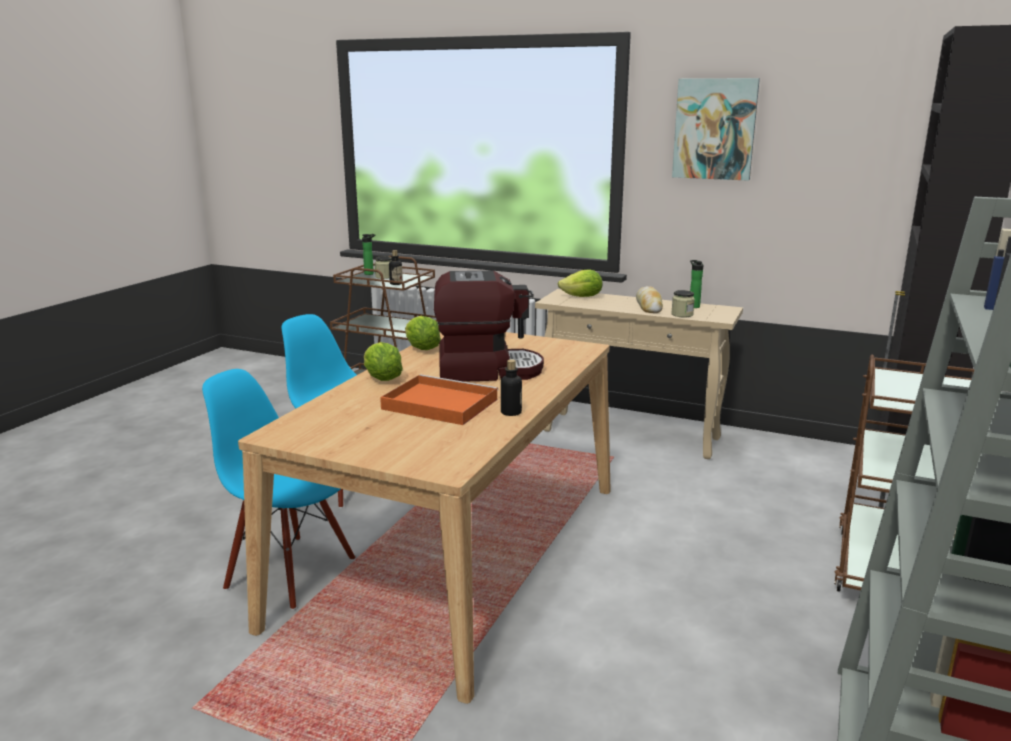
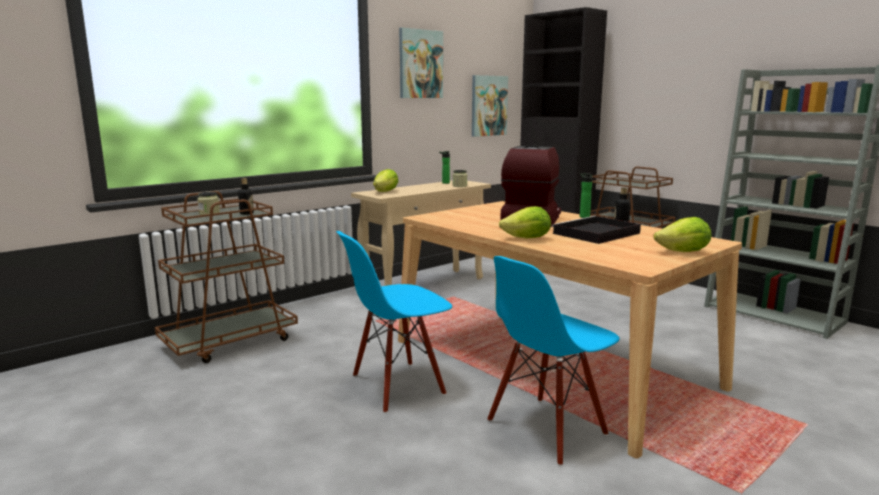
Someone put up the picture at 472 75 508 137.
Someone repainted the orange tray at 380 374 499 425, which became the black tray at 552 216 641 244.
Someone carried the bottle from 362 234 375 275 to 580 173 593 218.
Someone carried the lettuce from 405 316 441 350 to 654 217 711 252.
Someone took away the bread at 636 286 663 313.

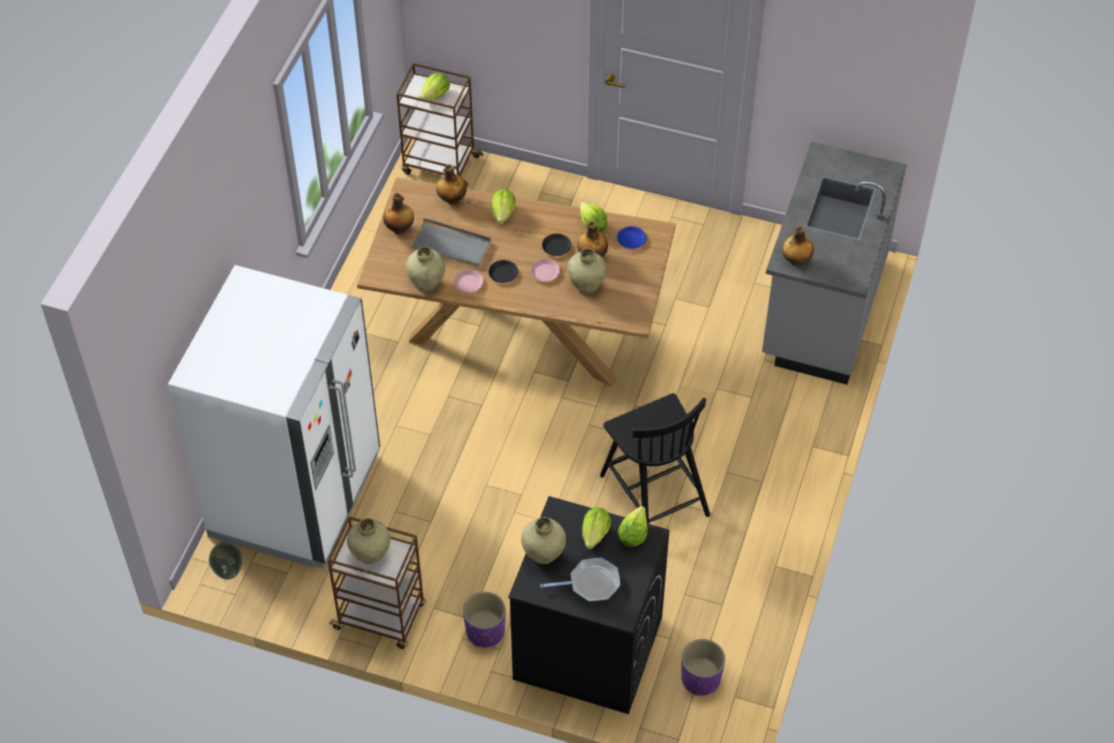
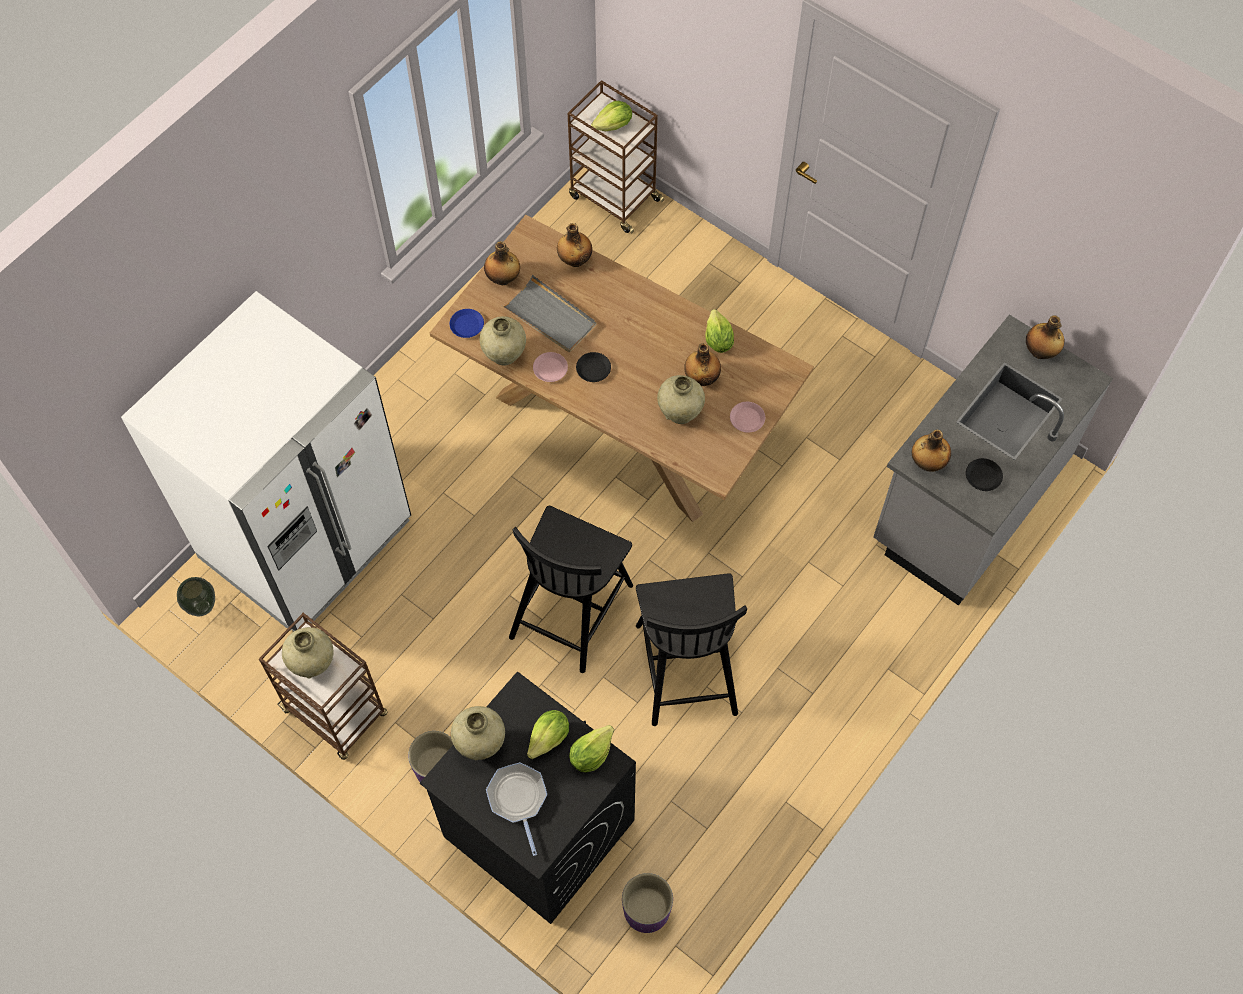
Someone carried the blue plate from 617 226 646 249 to 449 309 484 338.
Someone rotated the frying pan at 540 558 620 601 by 120 degrees counterclockwise.
Someone put down the black chair at 509 506 633 673.
Someone carried the pink plate from 530 259 560 282 to 730 402 765 433.
Someone carried the black plate from 542 234 571 256 to 966 458 1003 491.
Someone put down the bottle at 1026 315 1064 359.
Someone took away the lettuce at 491 189 516 224.

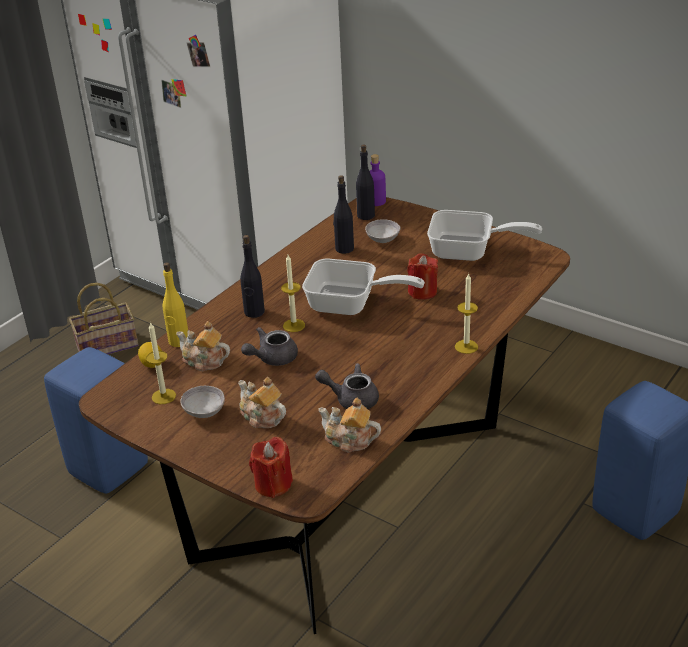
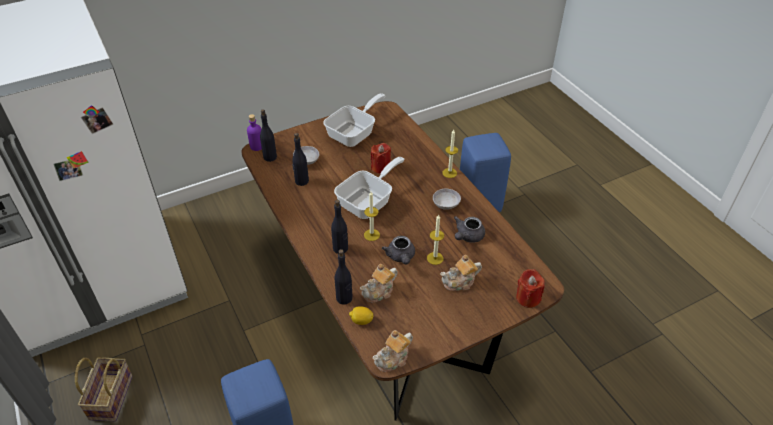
Someone repainted the yellow bottle at 162 262 188 347, which became the black bottle at 334 249 353 305.
Someone carried the teapot from 318 397 381 453 to 373 330 413 372.
Someone carried the candle from 146 322 176 404 to 427 214 444 265.
Someone carried the grey bowl from 180 386 225 418 to 433 188 461 210.

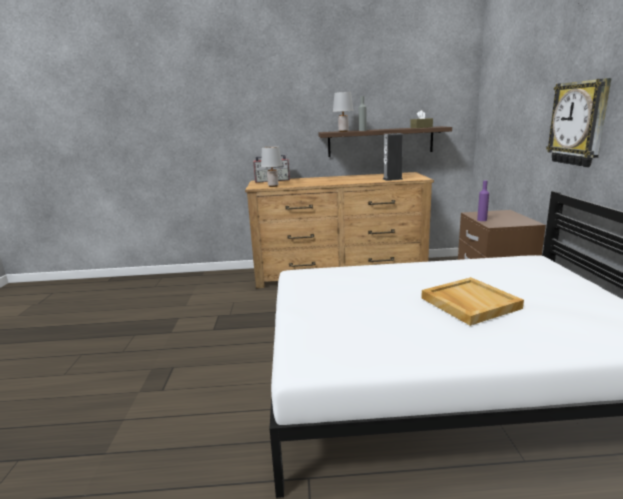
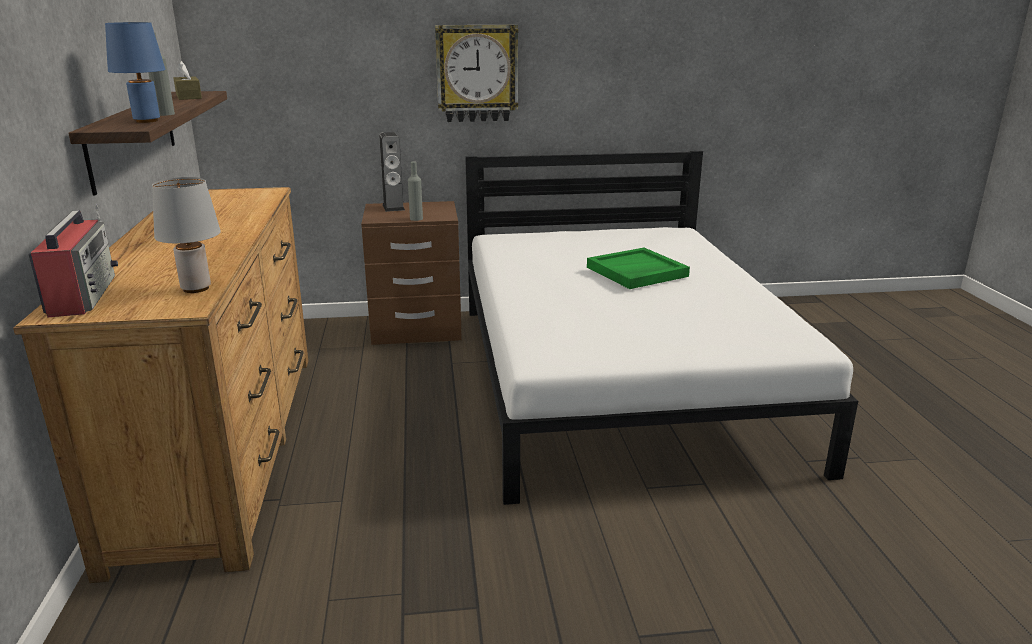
Someone repainted the grey table lamp at 333 92 354 132, which became the blue table lamp at 105 22 165 123.
Someone carried the speaker from 383 133 403 181 to 379 132 405 212.
Someone repainted the purple bottle at 477 180 489 221, which became the grey bottle at 408 161 423 221.
Someone repainted the beige tray at 421 277 524 326, which became the green tray at 587 248 690 289.

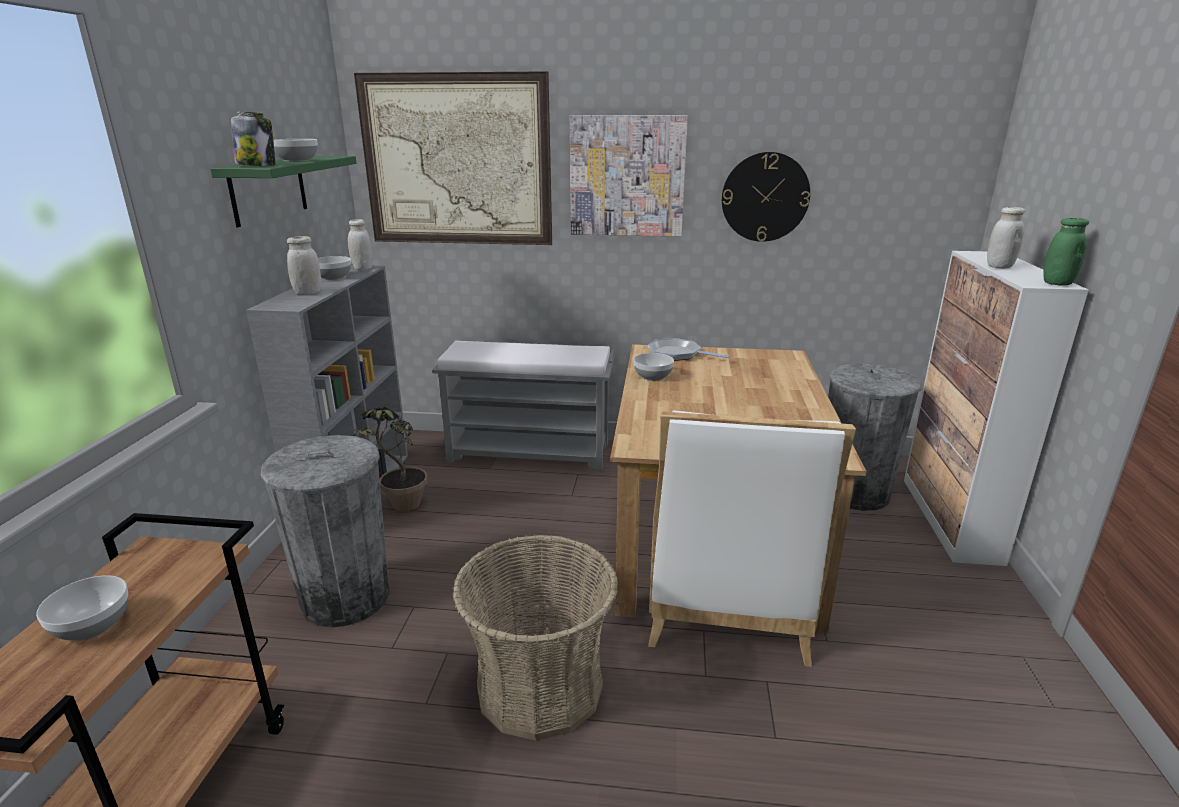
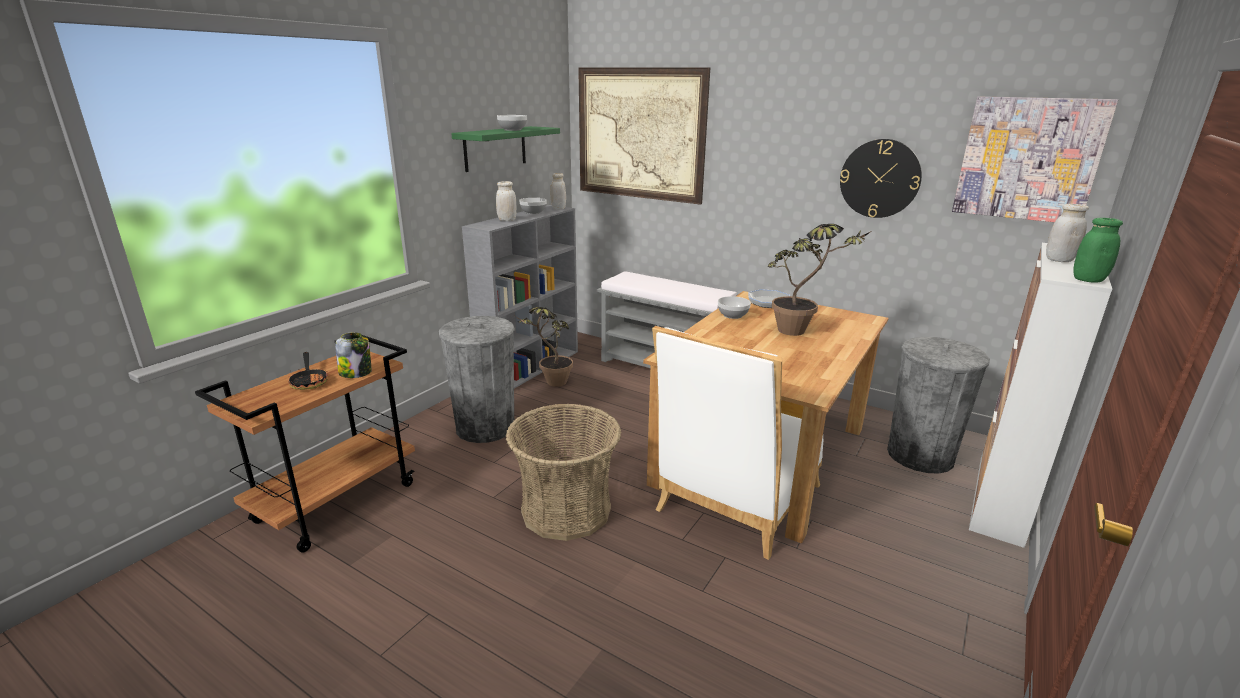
Someone swapped the bowl at 36 575 128 641 for the frying pan at 288 352 328 390.
Someone carried the jar from 231 112 275 166 to 335 332 372 378.
Someone put down the potted plant at 767 224 872 336.
Someone carried the picture from 570 115 688 237 to 952 96 1118 222.

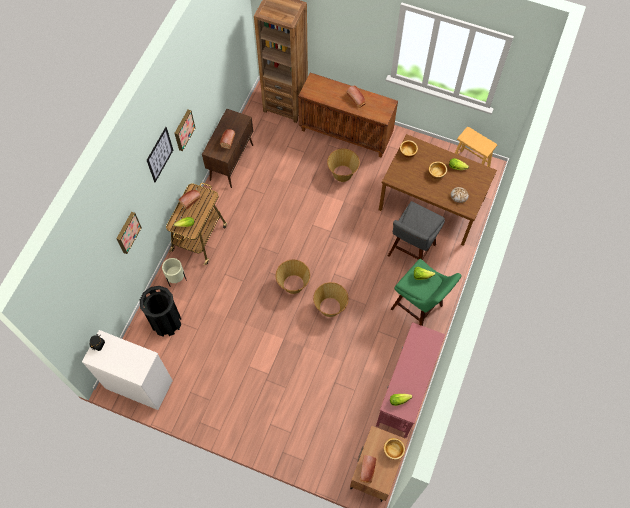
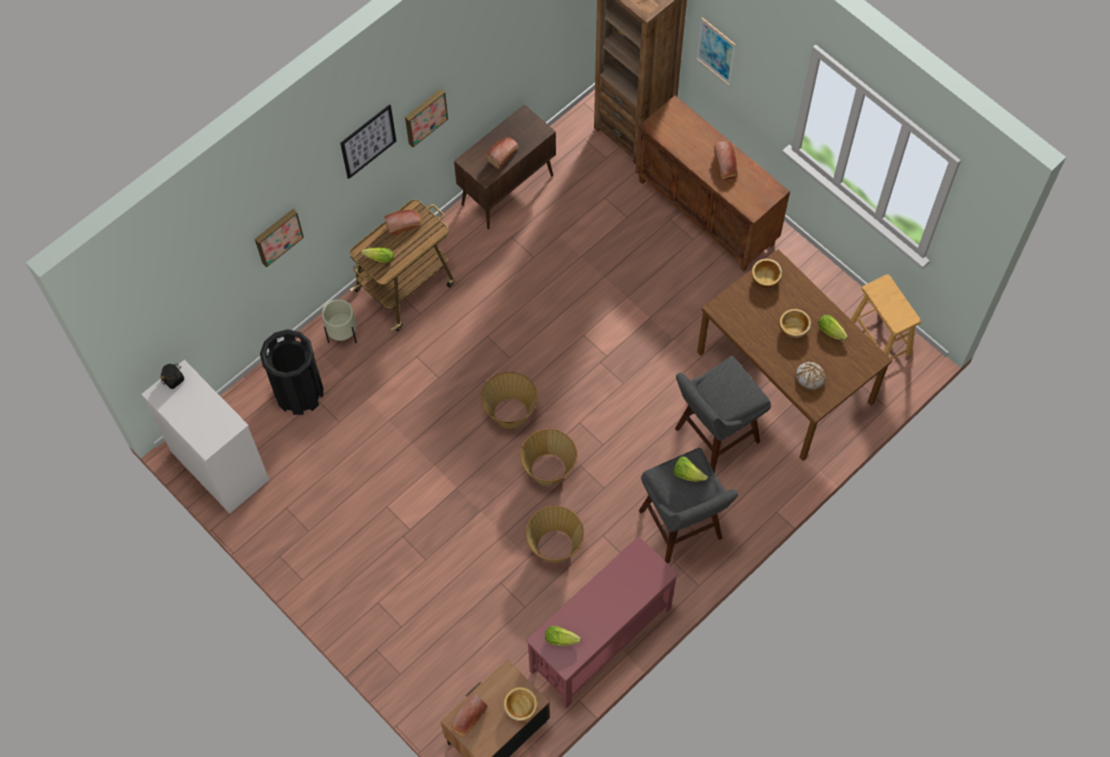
Someone carried the basket from 327 148 360 182 to 525 506 584 563.
Someone repainted the green stool at 391 259 462 326, which became the grey stool at 639 448 738 563.
Someone put up the picture at 697 17 736 86.

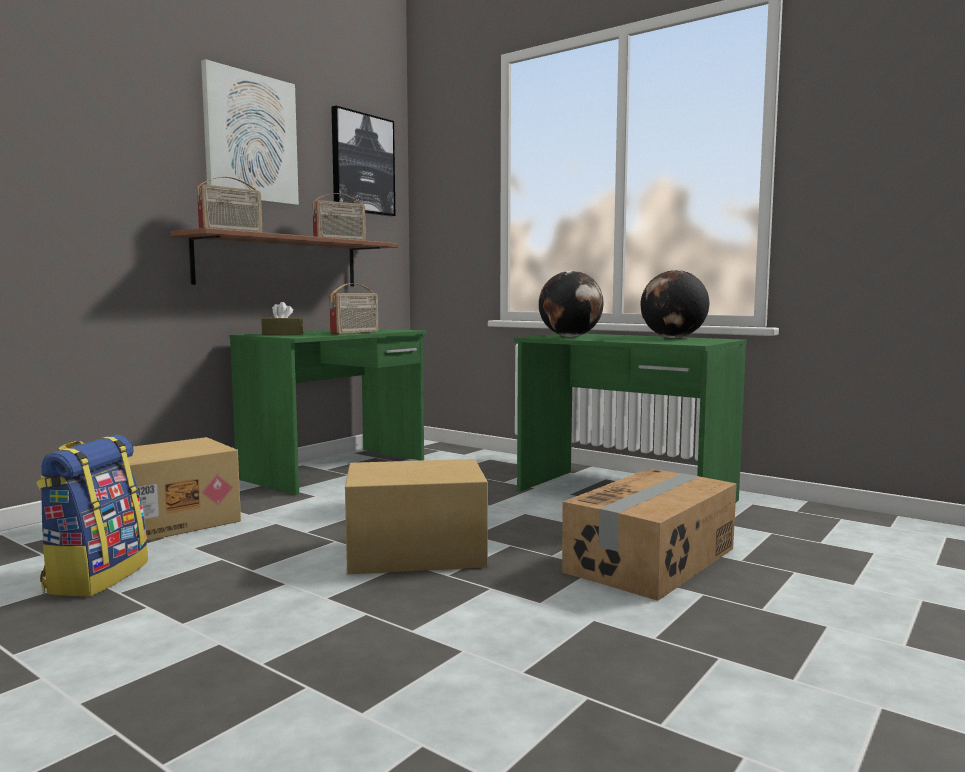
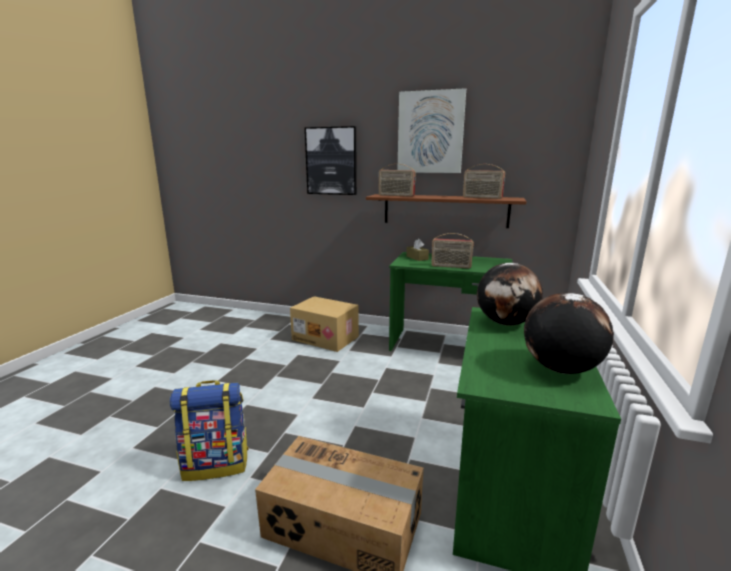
Someone carried the backpack from 36 435 148 597 to 170 380 249 481.
Someone carried the picture from 331 106 395 216 to 305 126 357 195.
Someone took away the cardboard box at 345 459 488 574.

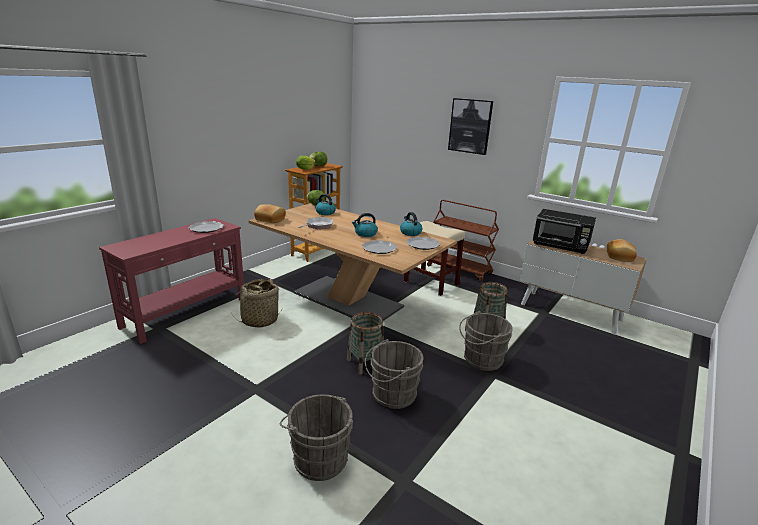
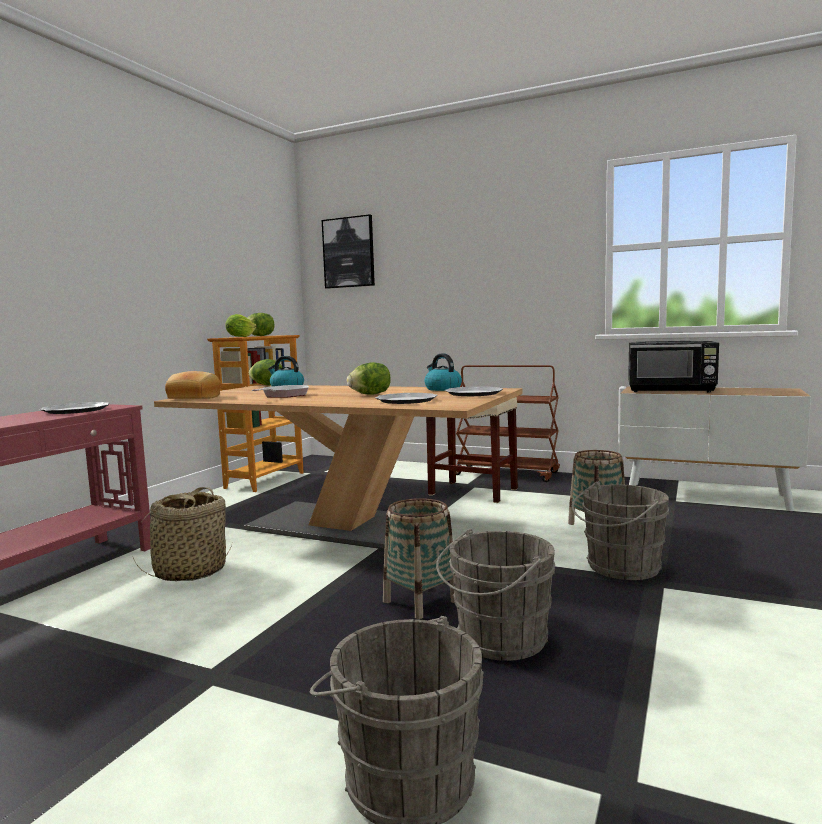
Someone carried the picture from 448 98 493 155 to 322 214 375 289.
Someone swapped the kettle at 352 213 378 237 for the lettuce at 347 362 391 395.
Someone took away the bread at 606 239 637 262.

